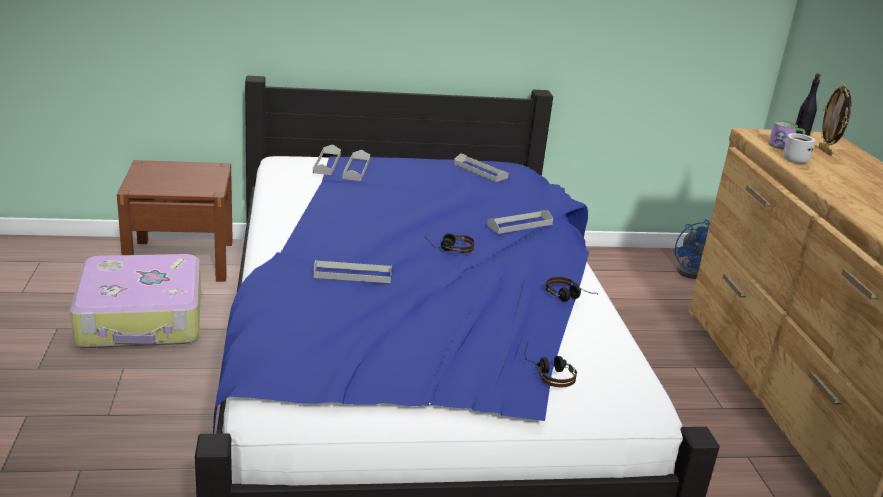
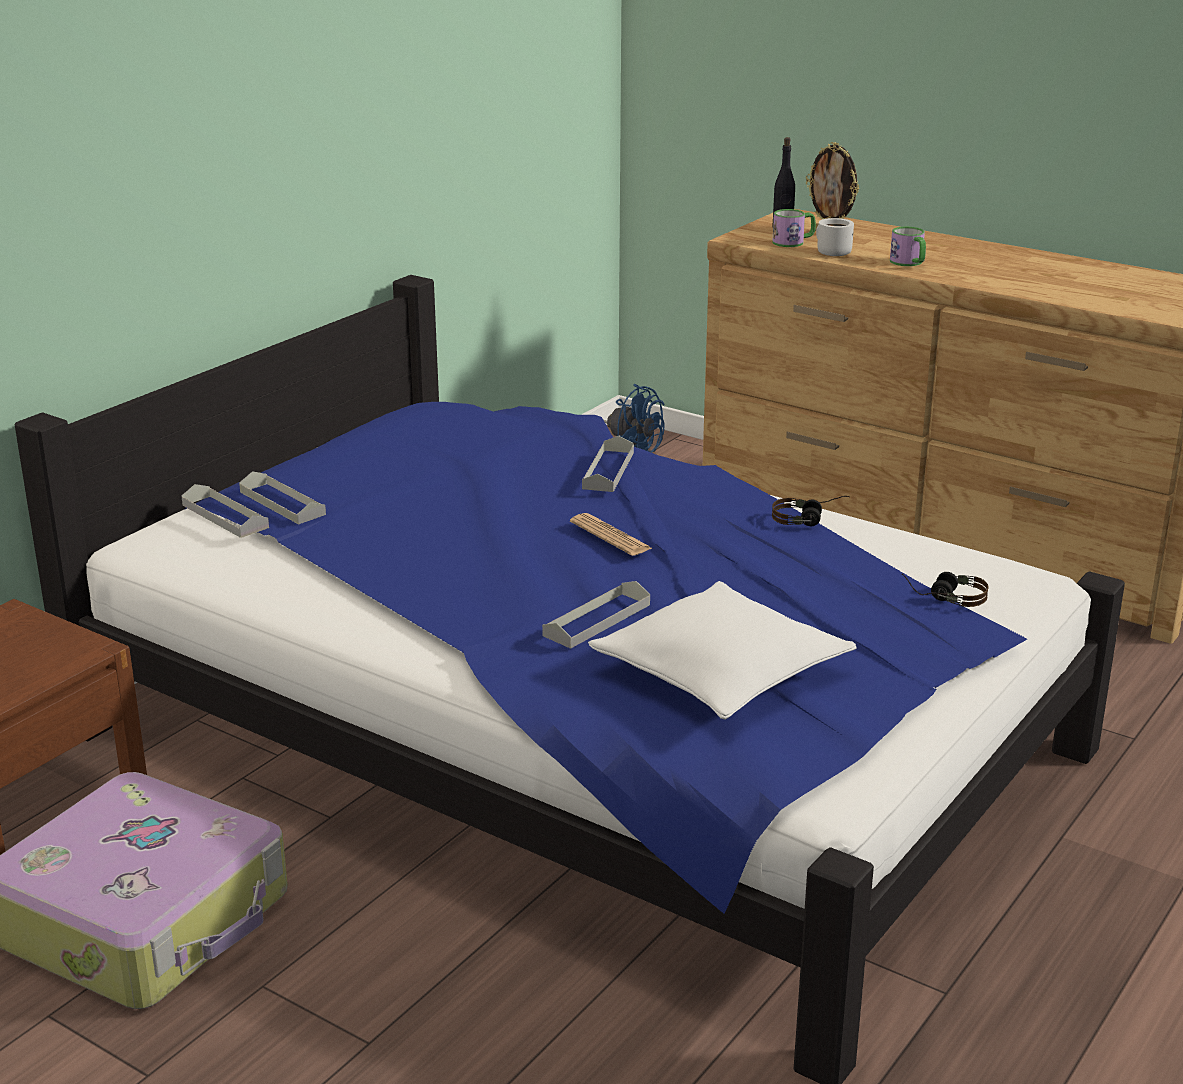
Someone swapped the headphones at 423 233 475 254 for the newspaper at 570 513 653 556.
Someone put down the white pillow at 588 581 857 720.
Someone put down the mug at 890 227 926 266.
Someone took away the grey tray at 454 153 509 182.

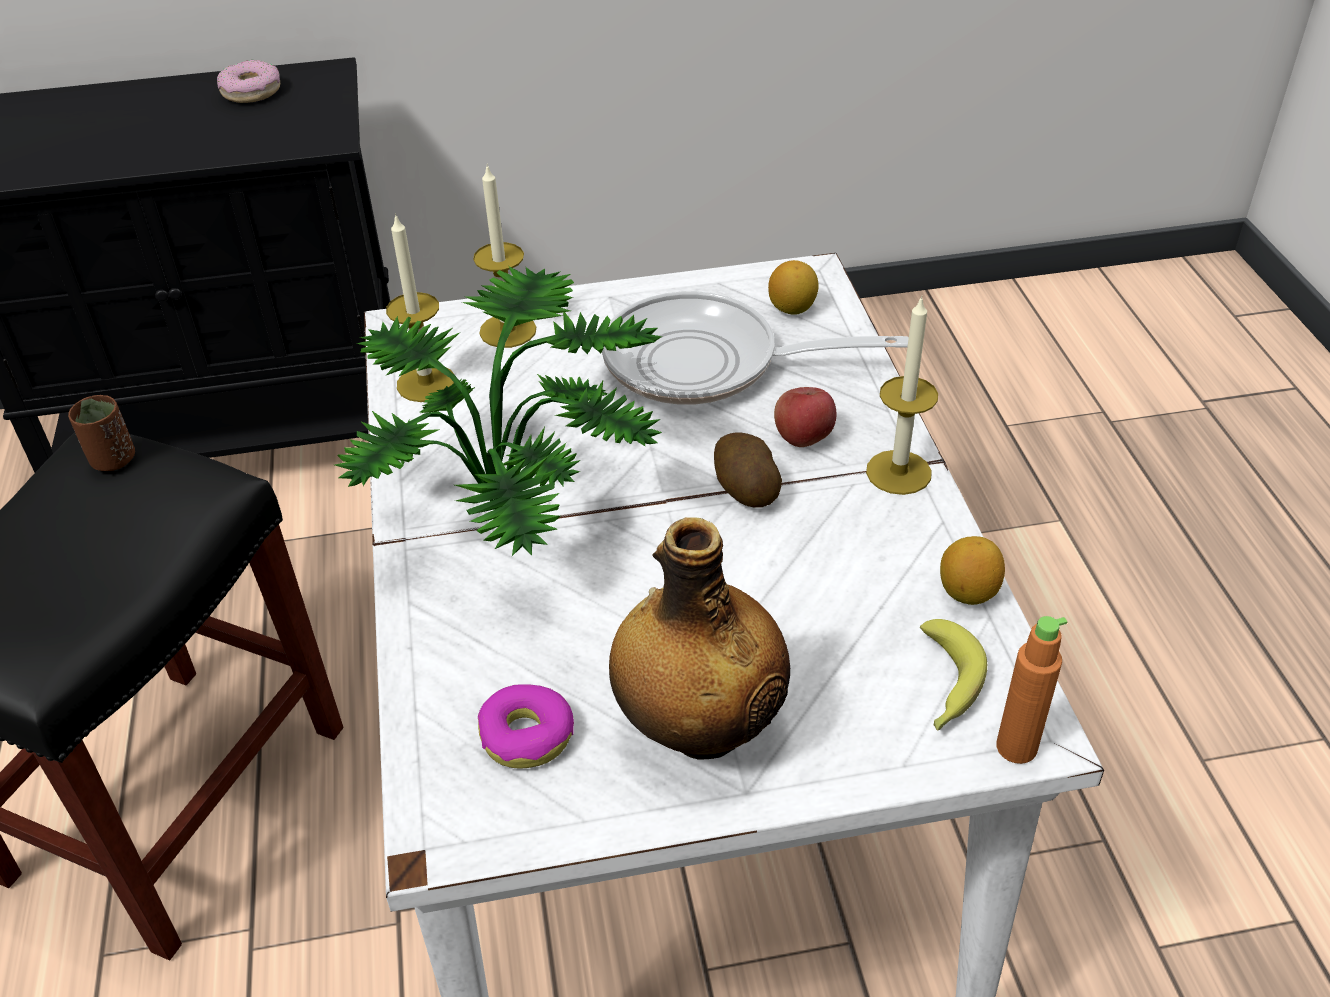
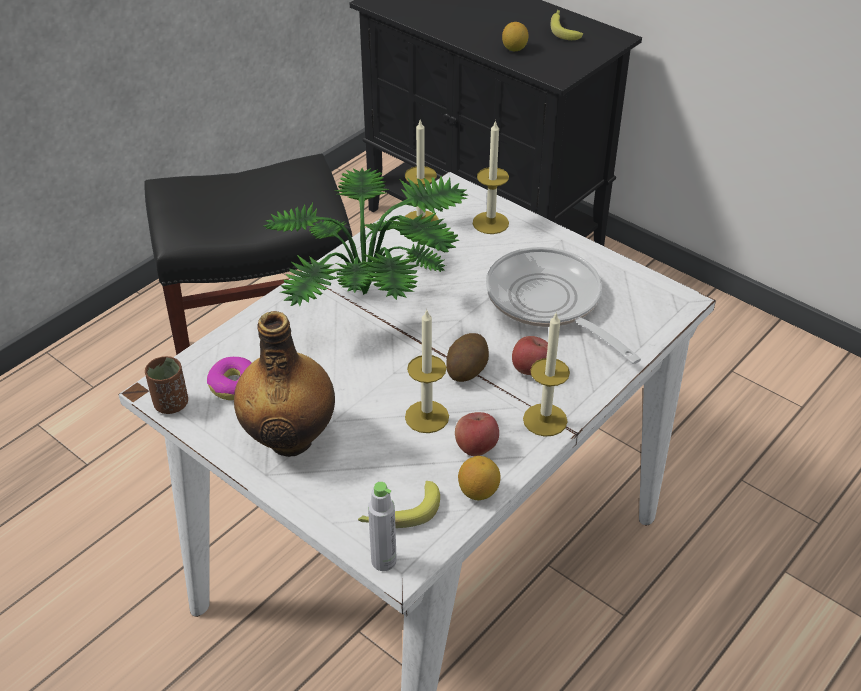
Someone carried the brown cup from 68 395 135 471 to 145 356 188 414.
Someone repainted the orange bottle at 996 616 1067 764, which became the grey bottle at 368 482 397 571.
Someone put down the candle at 405 308 449 433.
Someone put down the apple at 455 412 499 456.
Someone carried the lemon from 768 260 819 315 to 502 22 528 52.
Someone swapped the donut at 217 60 280 103 for the banana at 551 10 583 40.

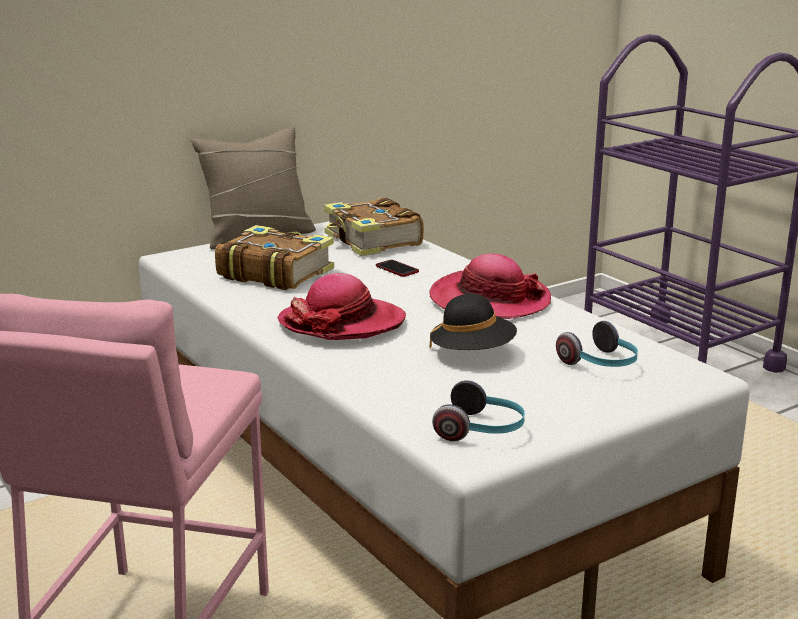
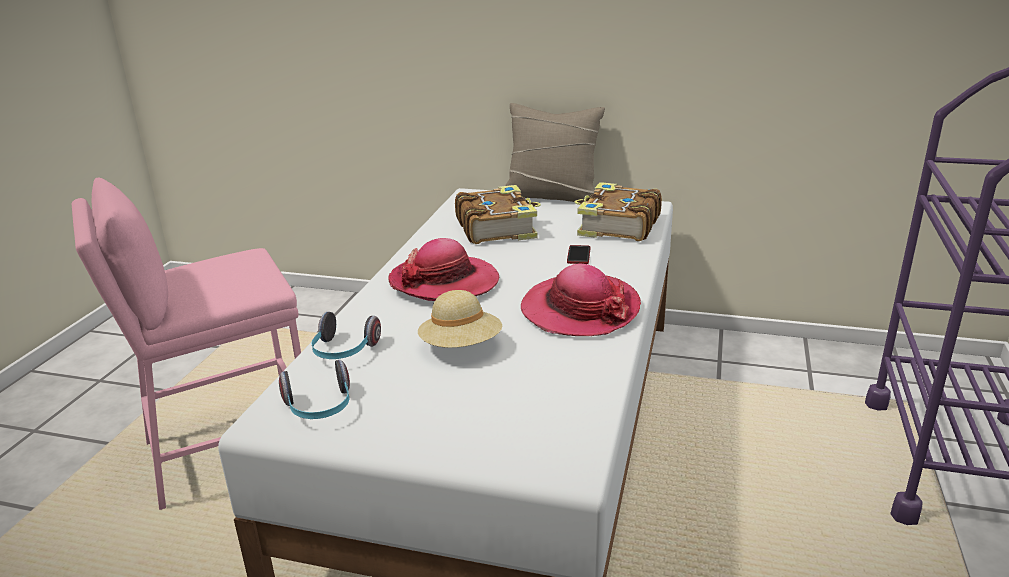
Someone carried the headphones from 556 321 638 367 to 311 312 381 359.
Someone repainted the black hat at 430 294 517 350, which became the beige hat at 418 290 502 348.

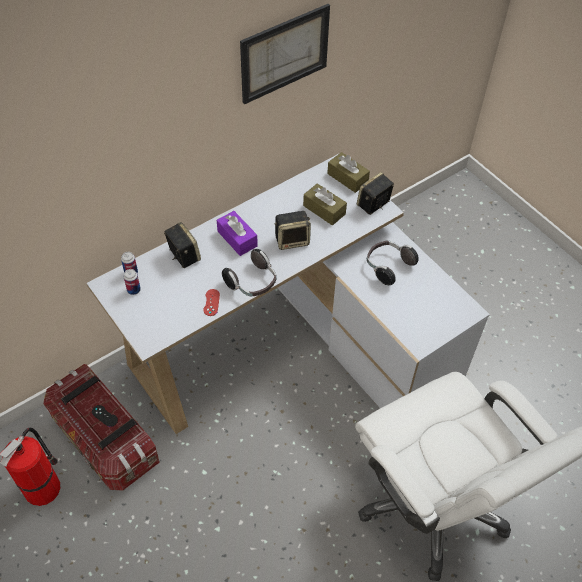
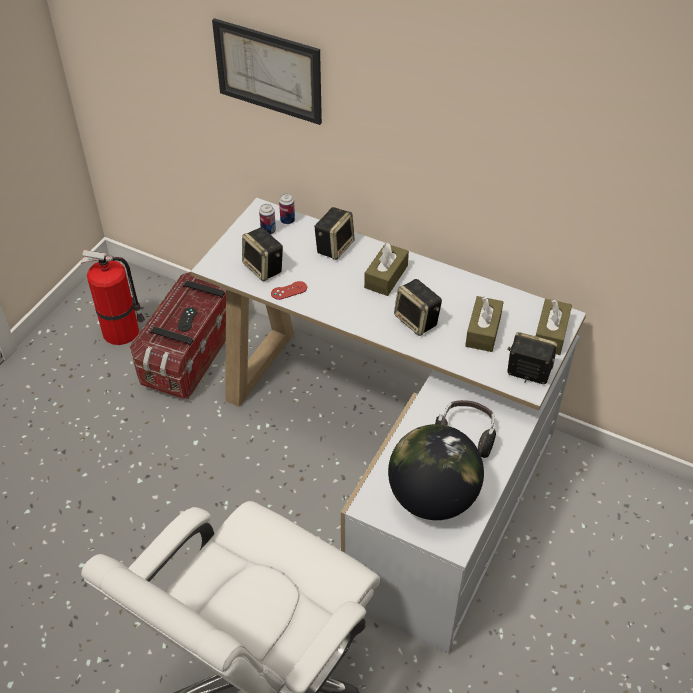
Someone carried the picture from 240 4 330 104 to 212 18 322 125.
Someone put down the speaker at 242 227 283 281.
Someone repainted the purple tissue box at 217 211 258 256, which became the brown tissue box at 364 243 409 296.
Someone put down the globe at 388 424 484 520.
Someone took away the headphones at 222 249 277 297.

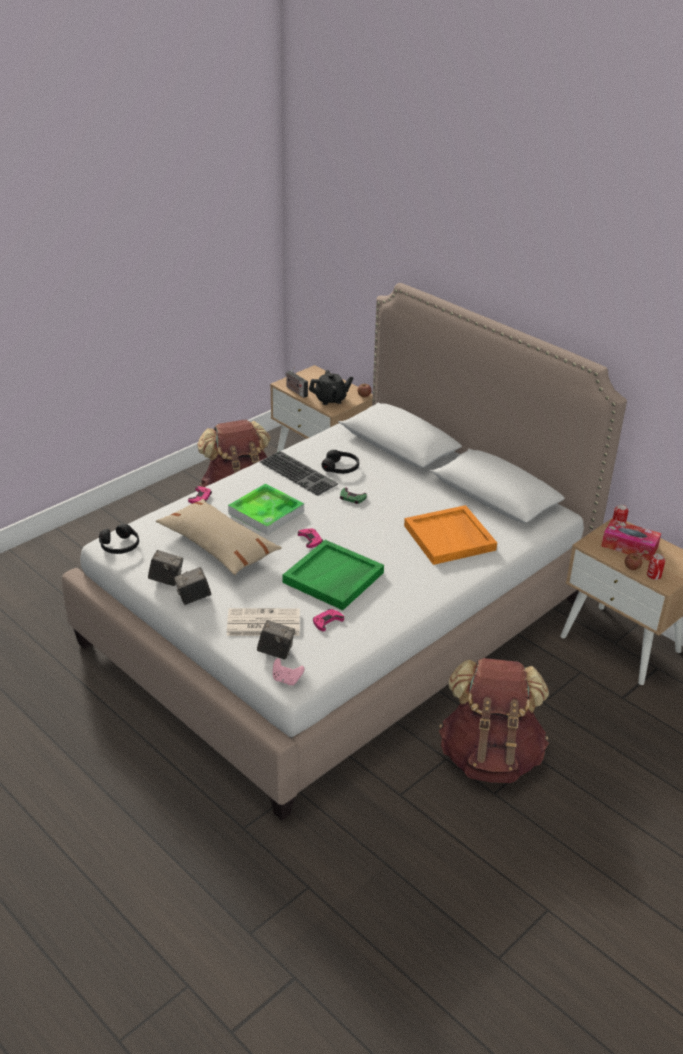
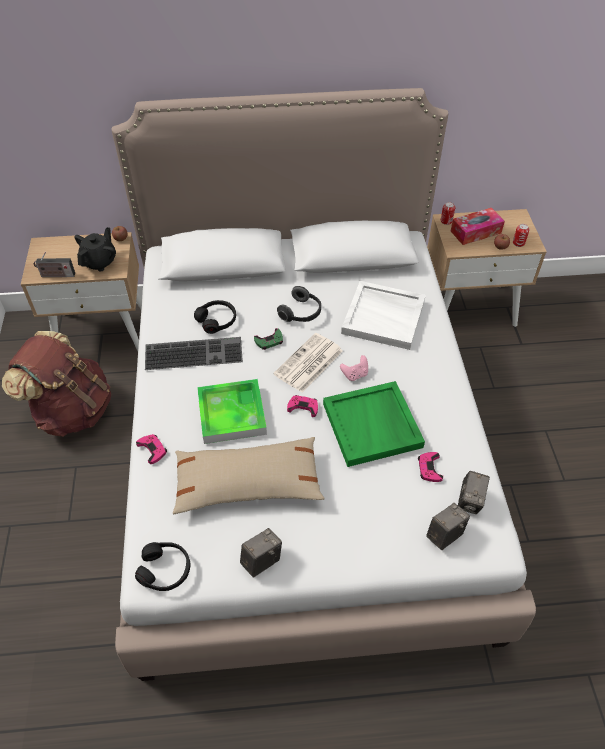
Someone carried the newspaper from 227 608 300 636 to 273 333 343 392.
Someone put down the headphones at 277 286 321 322.
Someone carried the pink game controller from 273 658 304 686 to 340 355 368 381.
Someone repainted the orange tray at 404 505 497 565, which became the white tray at 341 281 426 350.
Someone carried the photo camera from 174 567 211 605 to 458 471 490 514.
Someone took away the brown backpack at 439 658 549 783.

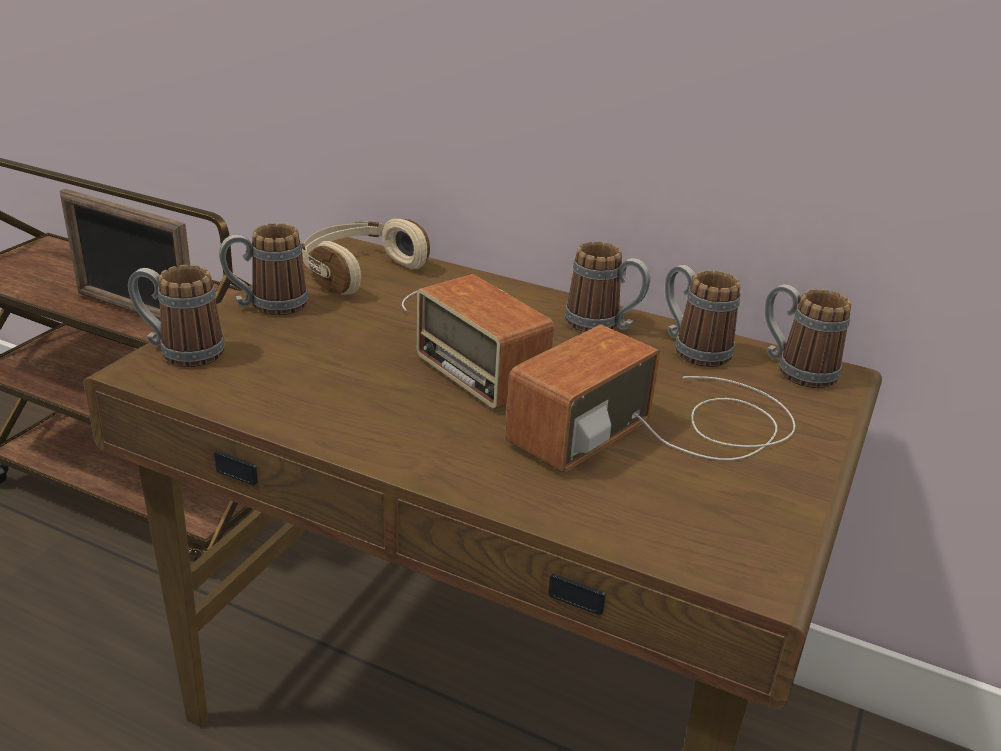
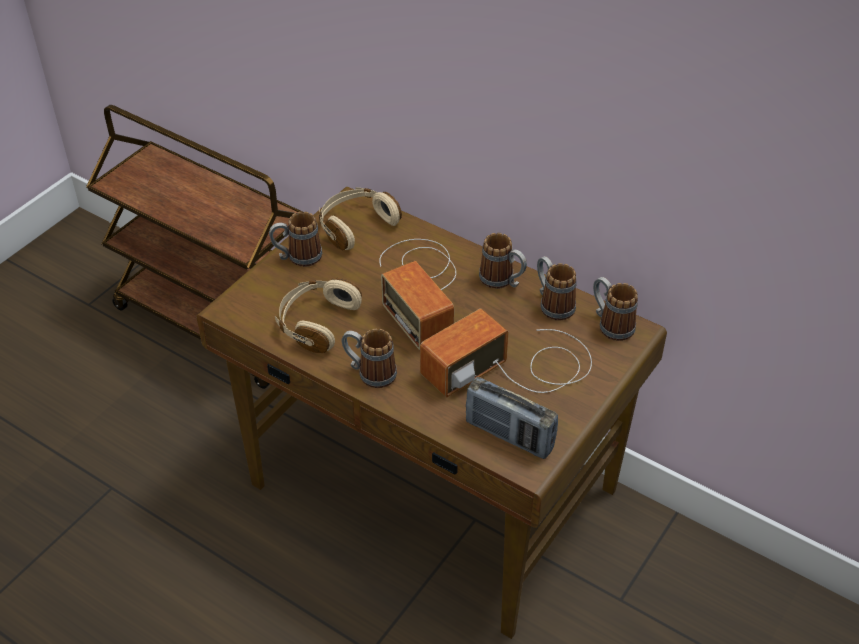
Someone put down the beige headphones at 275 278 362 353.
Someone carried the mug from 128 265 225 367 to 342 329 397 388.
Someone put down the radio at 466 377 558 459.
Someone took away the picture frame at 60 189 190 322.

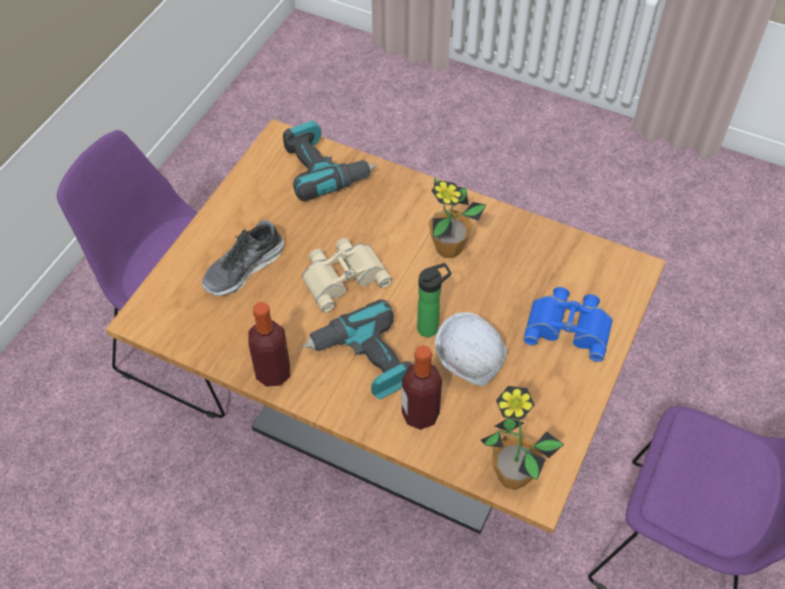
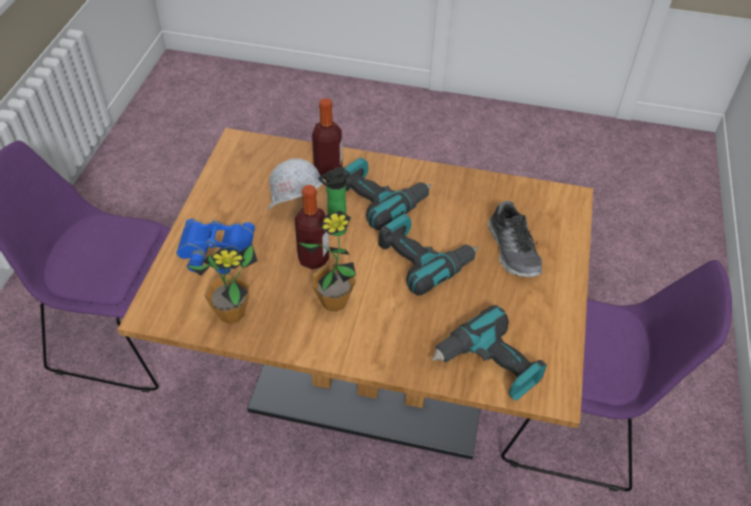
Someone carried the potted plant from 481 386 564 490 to 187 244 258 324.
Someone carried the bottle from 248 302 290 387 to 295 185 329 270.
Someone swapped the beige binoculars at 302 238 392 312 for the power drill at 379 214 479 295.
Someone rotated the shoe at 202 220 284 296 by 135 degrees clockwise.

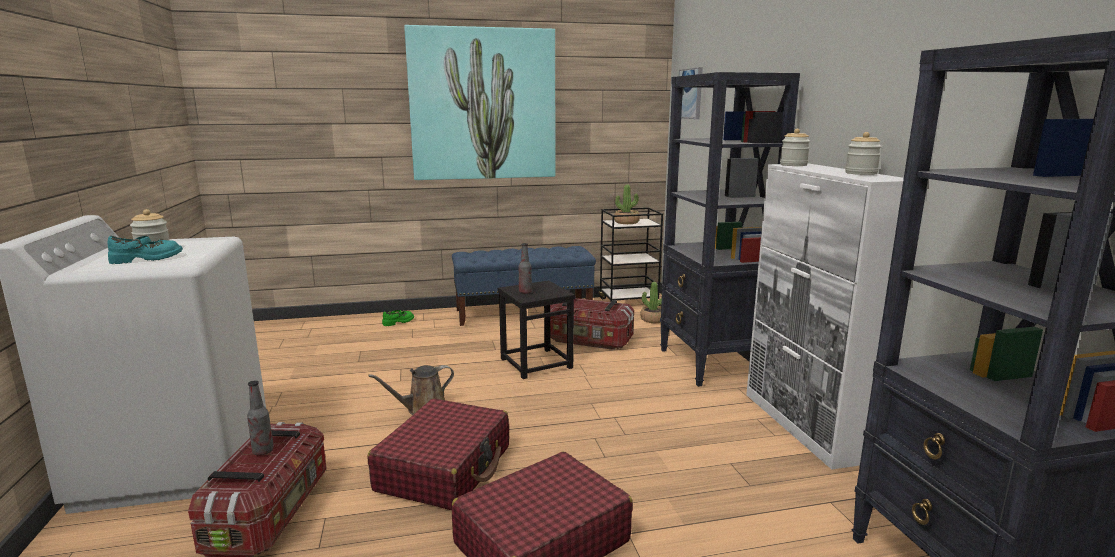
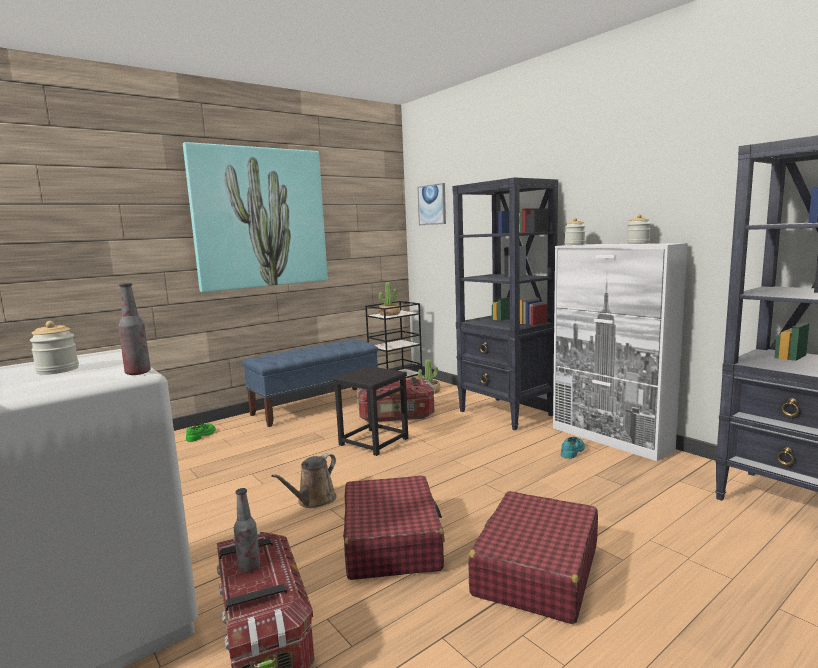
Someone carried the bottle from 519 243 532 294 to 118 283 151 375.
Someone carried the turquoise shoe from 108 236 183 264 to 561 437 585 459.

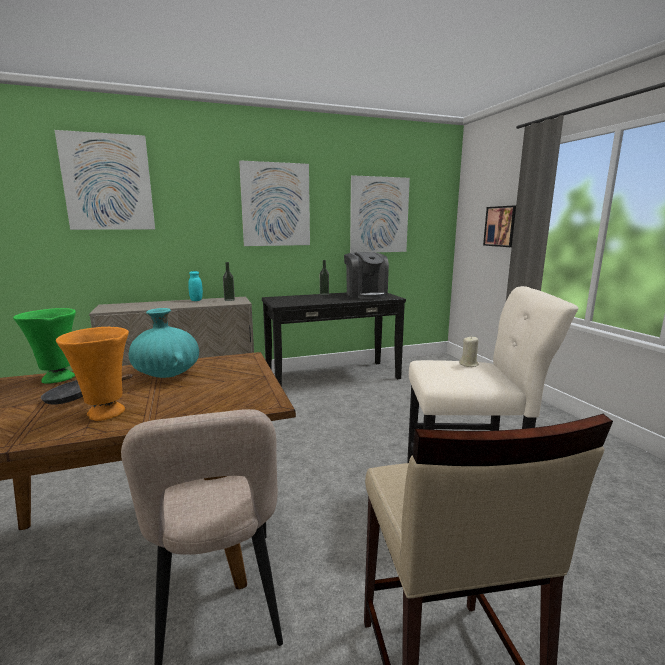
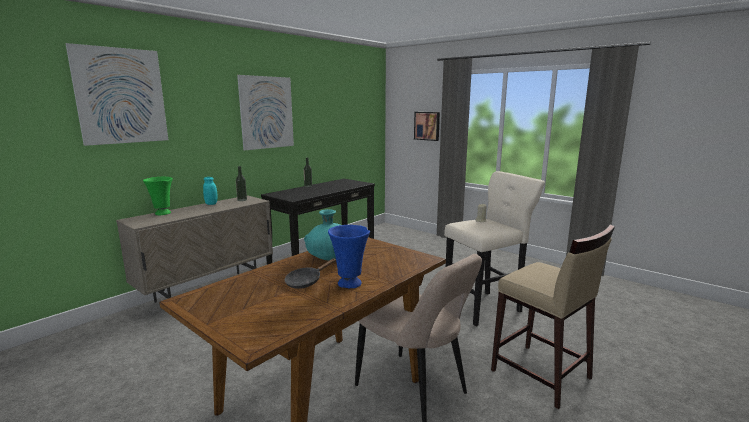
Someone carried the green vase from 13 308 76 384 to 143 177 173 215.
Someone repainted the orange vase at 56 327 129 421, which became the blue vase at 328 225 370 289.
Someone took away the coffee machine at 344 252 389 299.
Someone took away the picture at 350 175 410 253.

